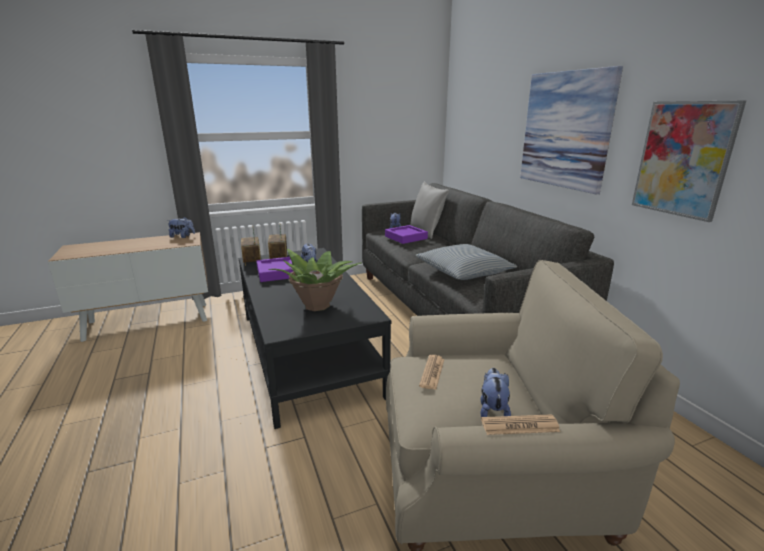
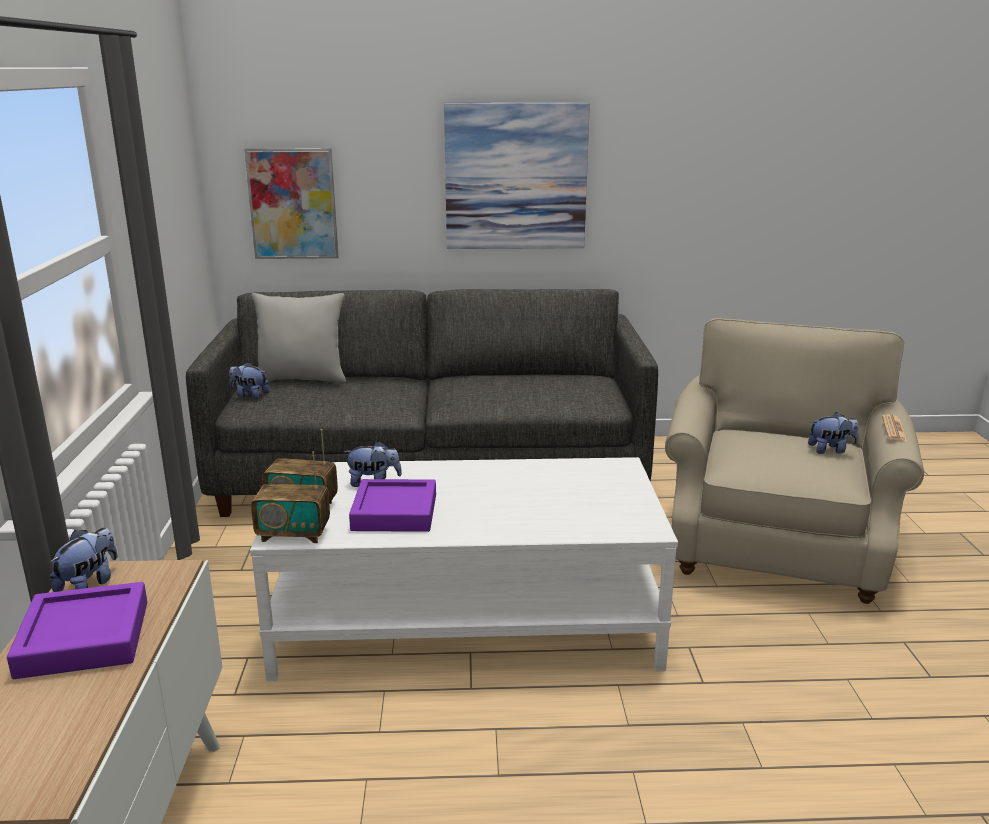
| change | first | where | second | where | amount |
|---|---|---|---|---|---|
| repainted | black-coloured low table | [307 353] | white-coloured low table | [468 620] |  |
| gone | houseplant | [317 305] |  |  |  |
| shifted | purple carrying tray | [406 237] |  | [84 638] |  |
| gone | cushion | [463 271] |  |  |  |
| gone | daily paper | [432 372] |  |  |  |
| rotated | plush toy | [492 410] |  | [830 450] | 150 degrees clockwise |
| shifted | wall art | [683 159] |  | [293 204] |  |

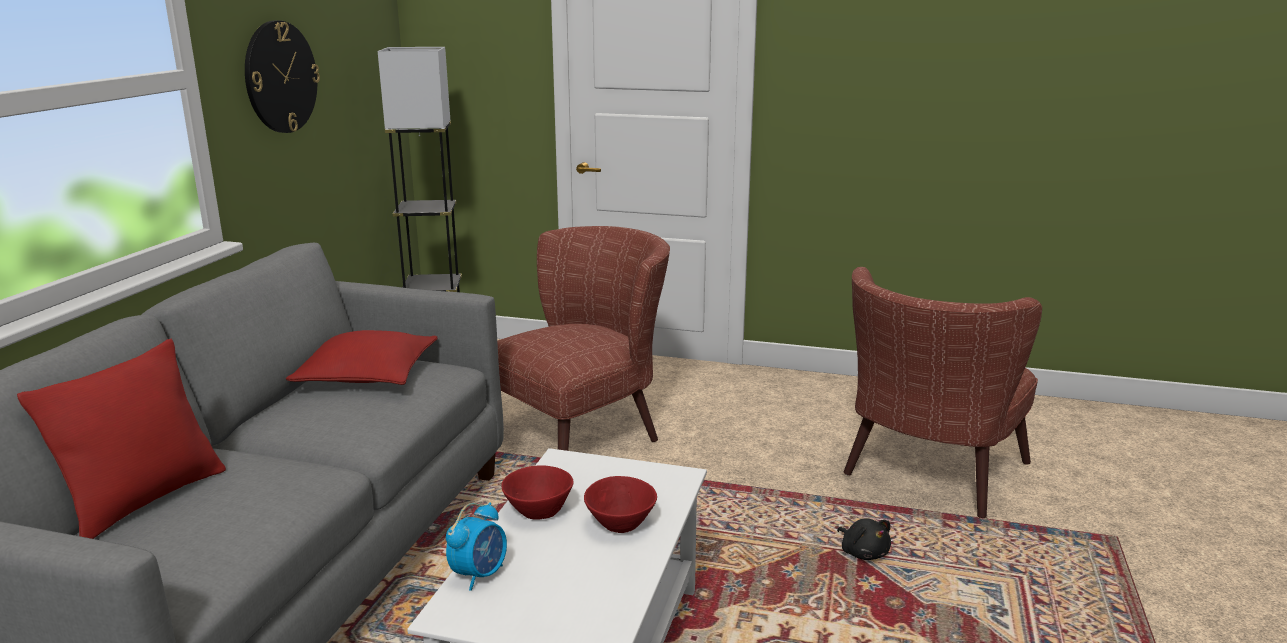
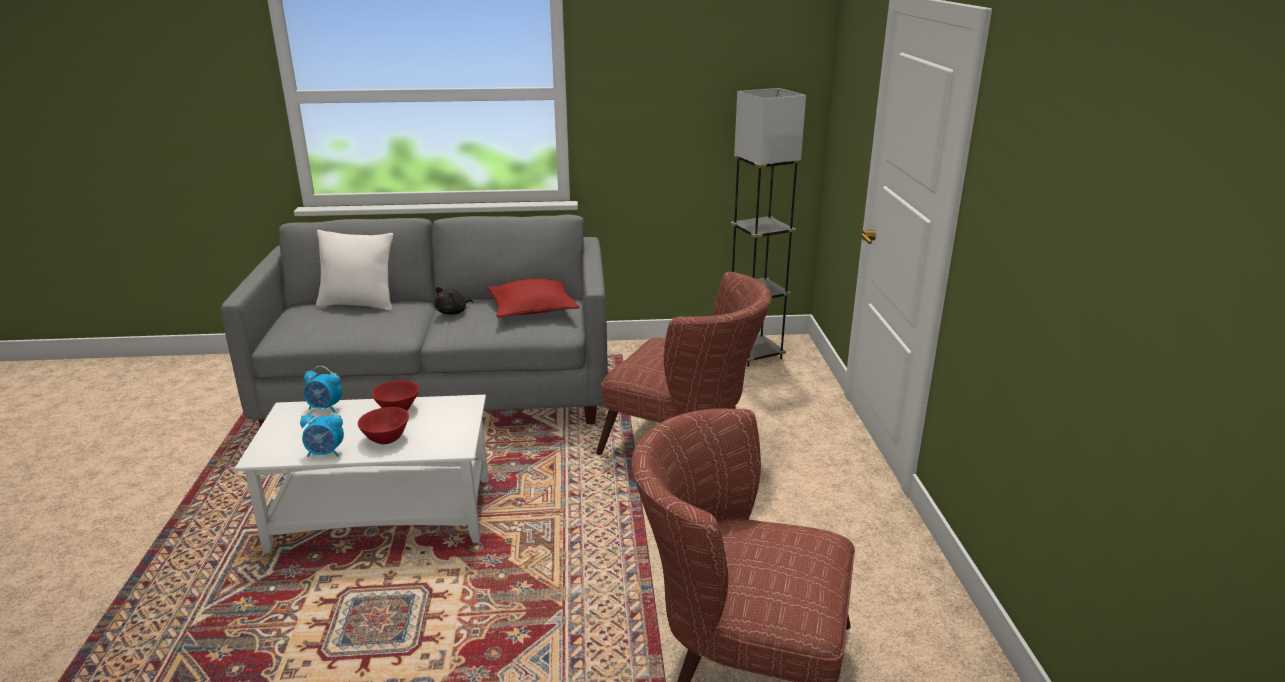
| change | first | where | second | where | amount |
|---|---|---|---|---|---|
| repainted | red cushion | [145 500] | white-coloured cushion | [358 304] |  |
| gone | hanging clock | [280 77] |  |  |  |
| shifted | black-coloured plush toy | [863 552] |  | [453 312] |  |
| new |  |  | alarm clock | [325 453] |  |

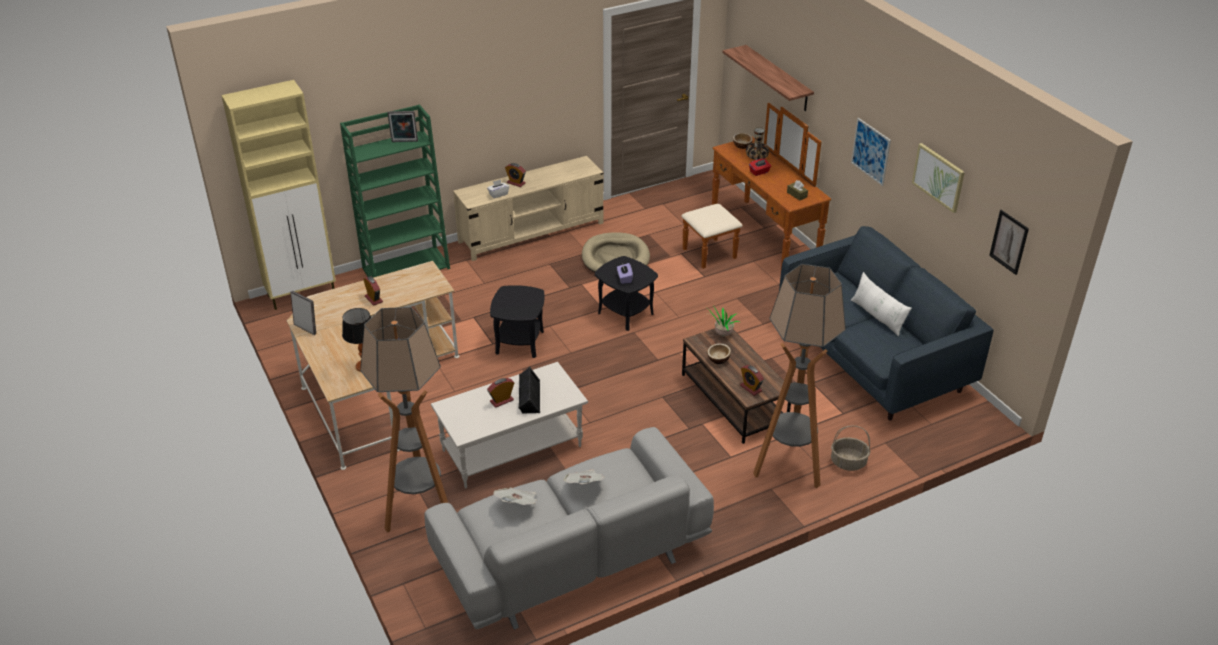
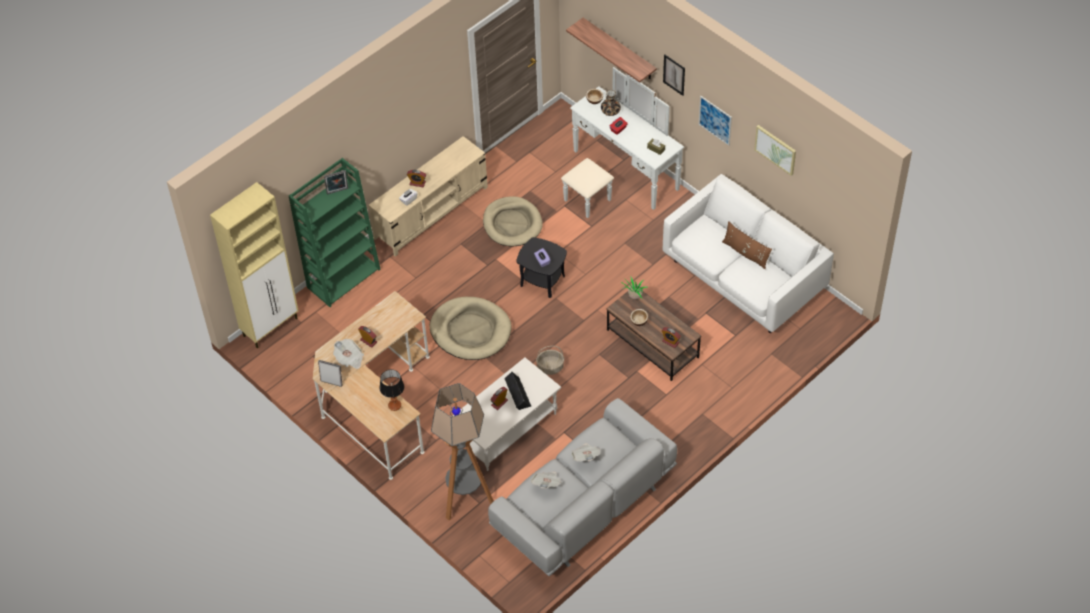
| change | first | where | second | where | amount |
|---|---|---|---|---|---|
| swapped | black-coloured accent table | [519 342] | sand-coloured dog cushion | [470 331] |  |
| repainted | brown-coloured dresser | [751 240] | white-coloured dresser | [617 177] |  |
| gone | standard lamp | [788 468] |  |  |  |
| repainted | blue settee | [871 357] | white-coloured settee | [743 277] |  |
| shifted | storage basket | [848 462] |  | [550 367] |  |
| repainted | white-coloured cushion | [877 316] | brown-coloured cushion | [745 253] |  |
| shifted | wall art | [1009 242] |  | [674 74] |  |
| new |  |  | daily paper | [349 359] |  |

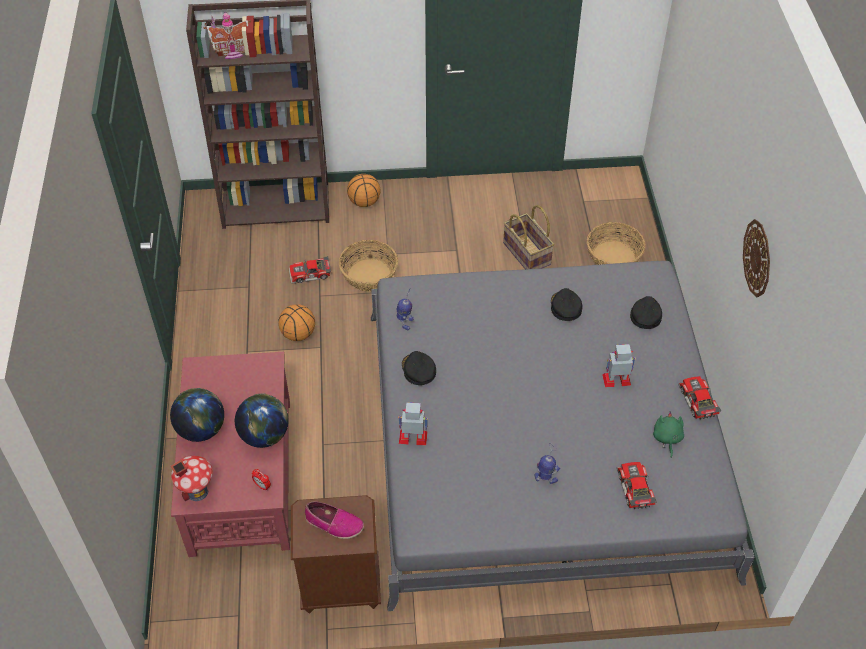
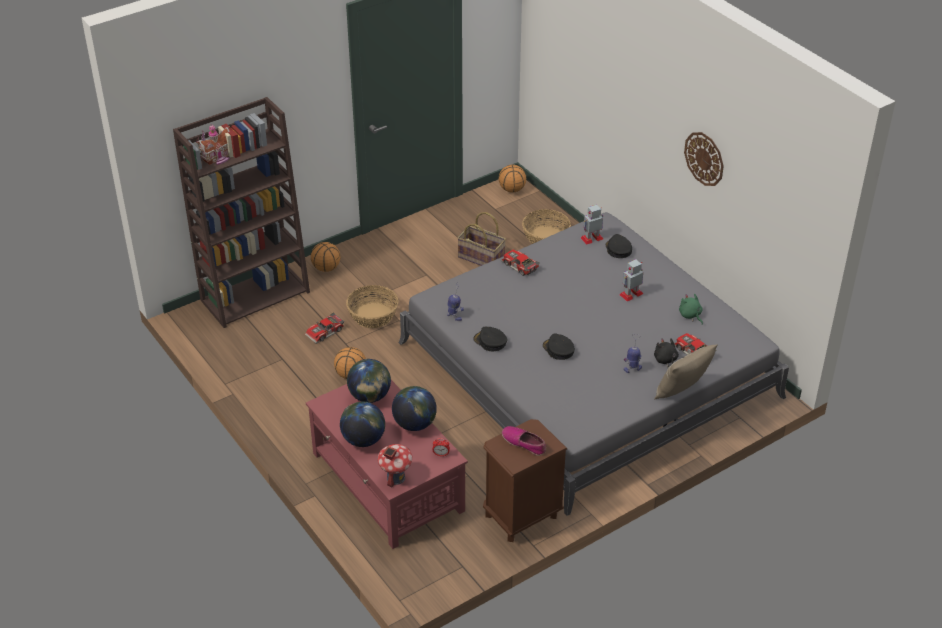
| change | first | where | second | where | amount |
|---|---|---|---|---|---|
| rotated | low shoe | [334 524] |  | [524 443] | 135 degrees counterclockwise |
| shifted | model robot | [413 437] |  | [592 238] |  |
| shifted | black-coloured cap | [565 307] |  | [558 349] |  |
| shifted | toy car | [696 401] |  | [519 266] |  |
| new |  |  | world globe | [369 397] |  |
| new |  |  | basketball ball | [512 189] |  |
| new |  |  | black-coloured plush toy | [666 361] |  |
| new |  |  | sand-coloured cushion | [682 391] |  |

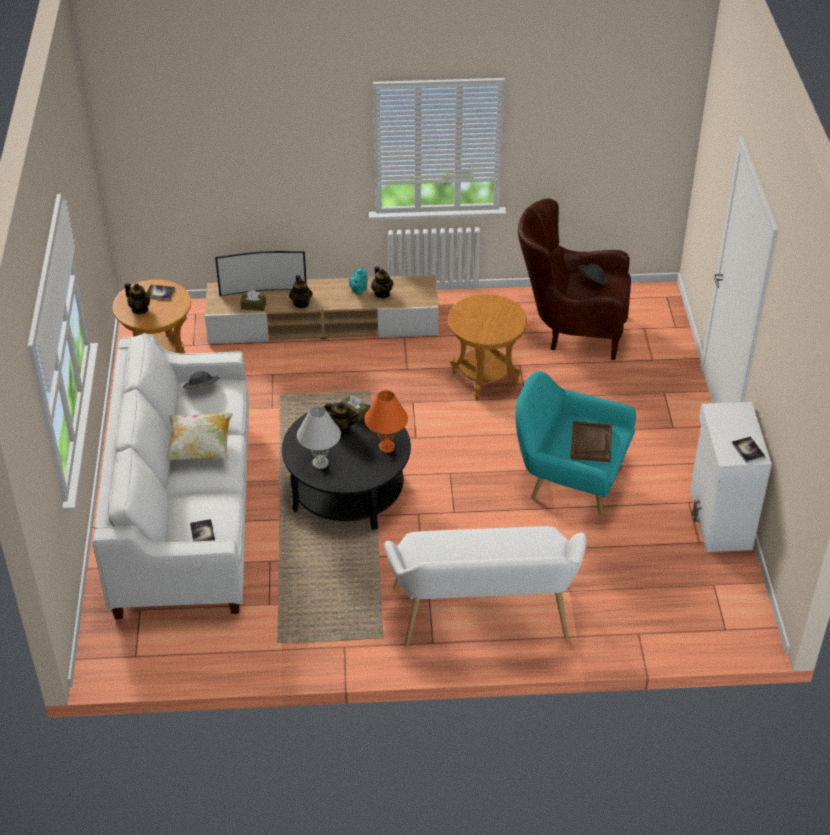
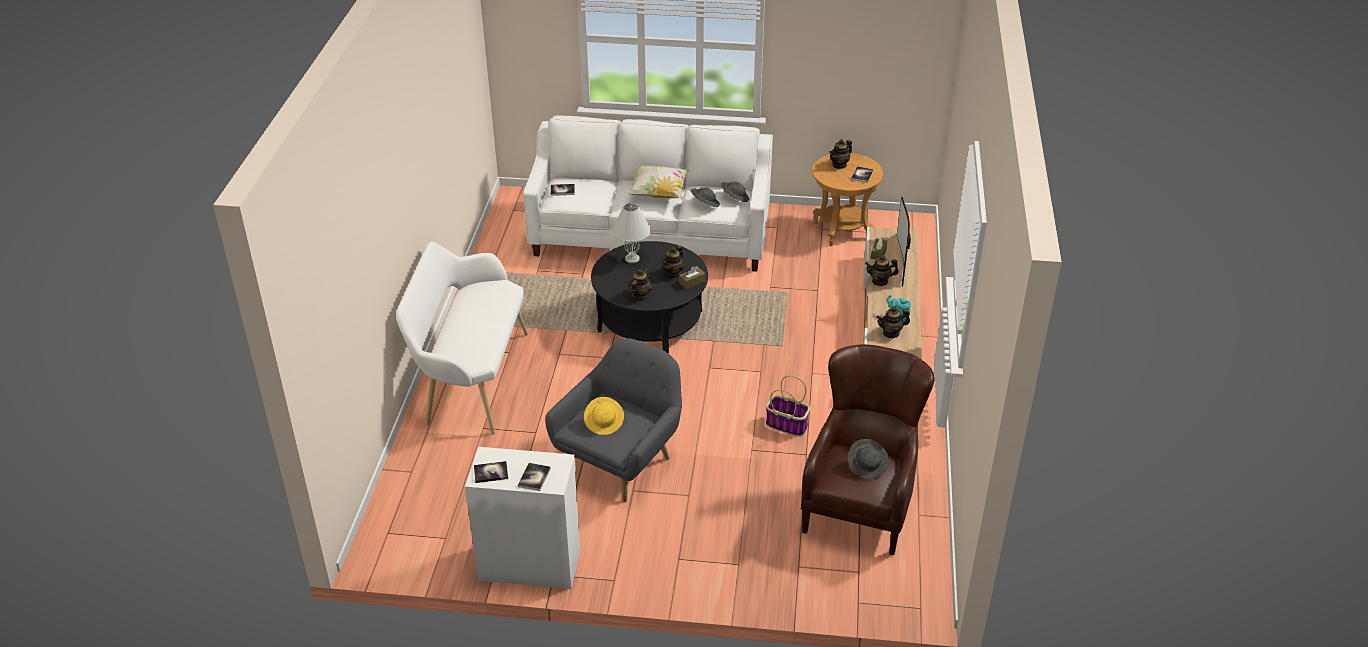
| change | first | where | second | where | amount |
|---|---|---|---|---|---|
| swapped | orangey tabletop lamp | [386 447] | teapot | [640 296] |  |
| swapped | brown-coloured accent table | [485 378] | storage basket | [787 425] |  |
| repainted | blue-green easy chair | [570 480] | gray easy chair | [621 462] |  |
| swapped | brown-coloured carrying tray | [591 443] | yellowish clothing hat | [604 423] |  |
| new |  |  | bound book | [534 477] |  |
| new |  |  | gray clothing hat | [704 204] |  |

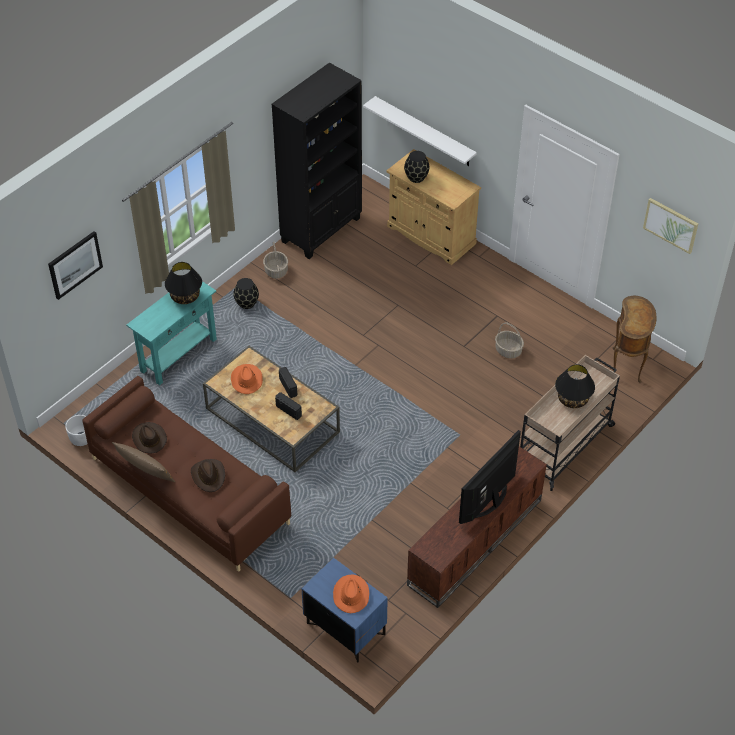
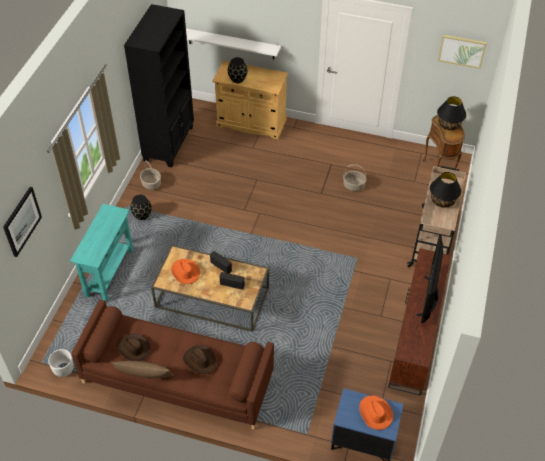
| change | first | where | second | where | amount |
|---|---|---|---|---|---|
| shifted | black-coloured tabletop lamp | [185 296] |  | [449 125] |  |

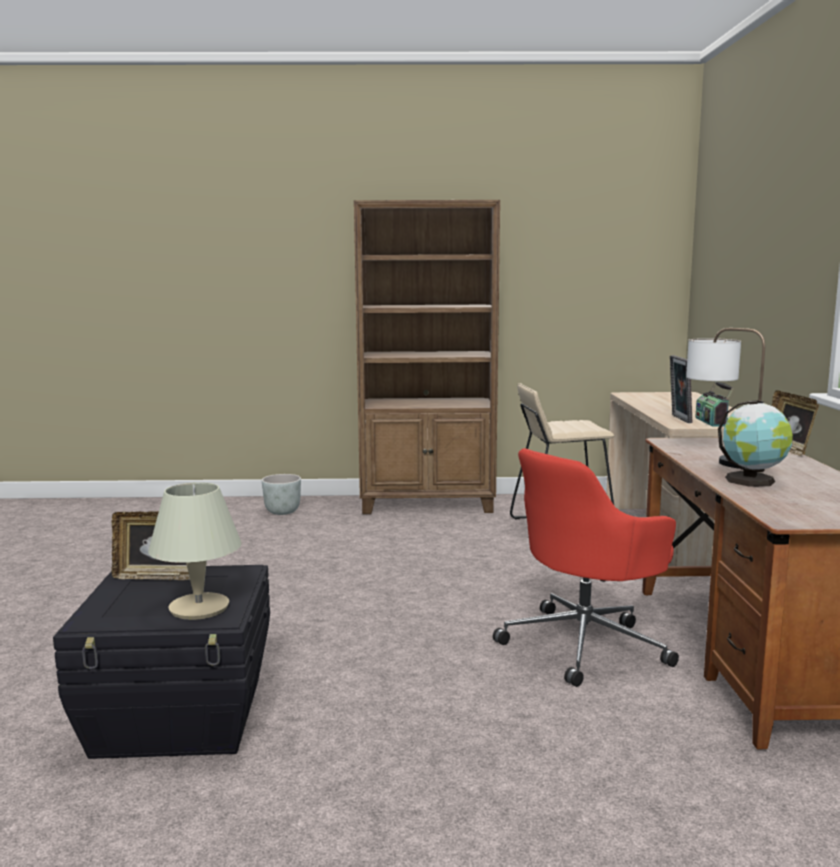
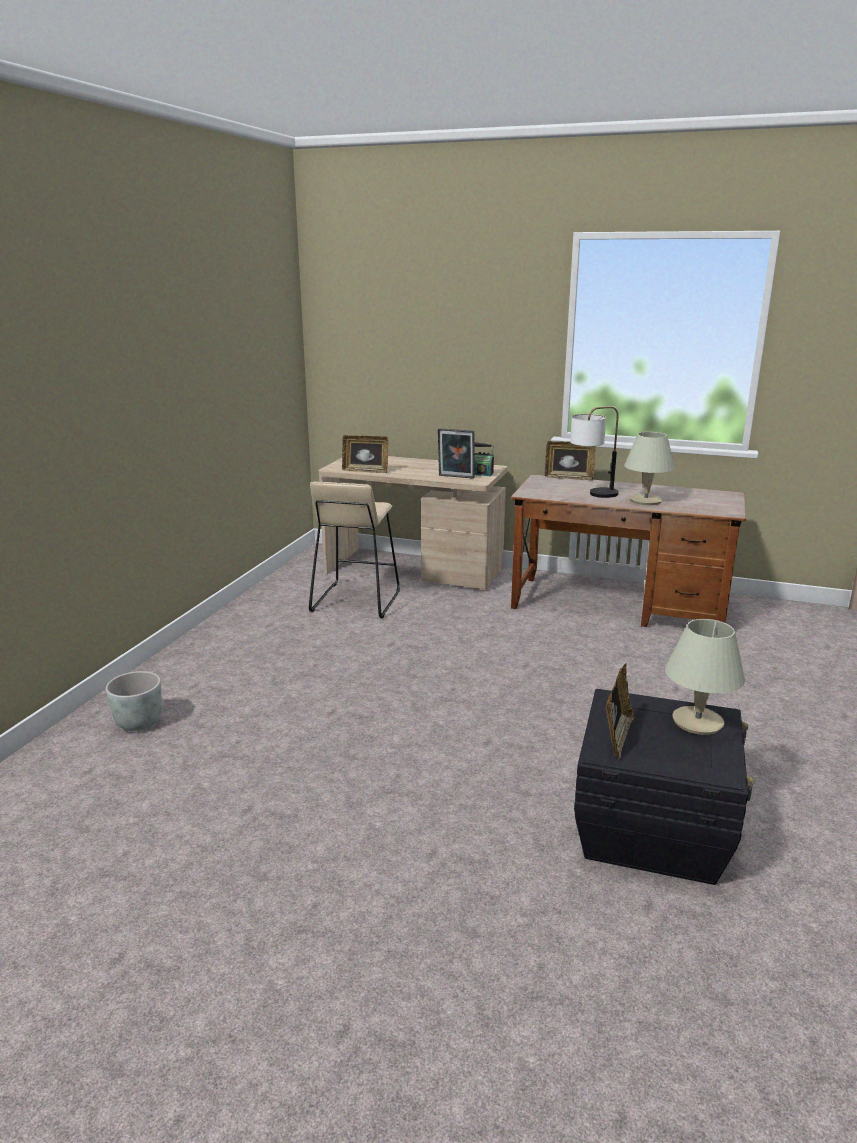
| change | first | where | second | where | amount |
|---|---|---|---|---|---|
| gone | brown-coloured bookcase | [428 505] |  |  |  |
| gone | red office chair | [586 644] |  |  |  |
| swapped | world globe | [753 481] | sand-coloured tabletop lamp | [645 500] |  |
| new |  |  | photo frame | [365 471] |  |

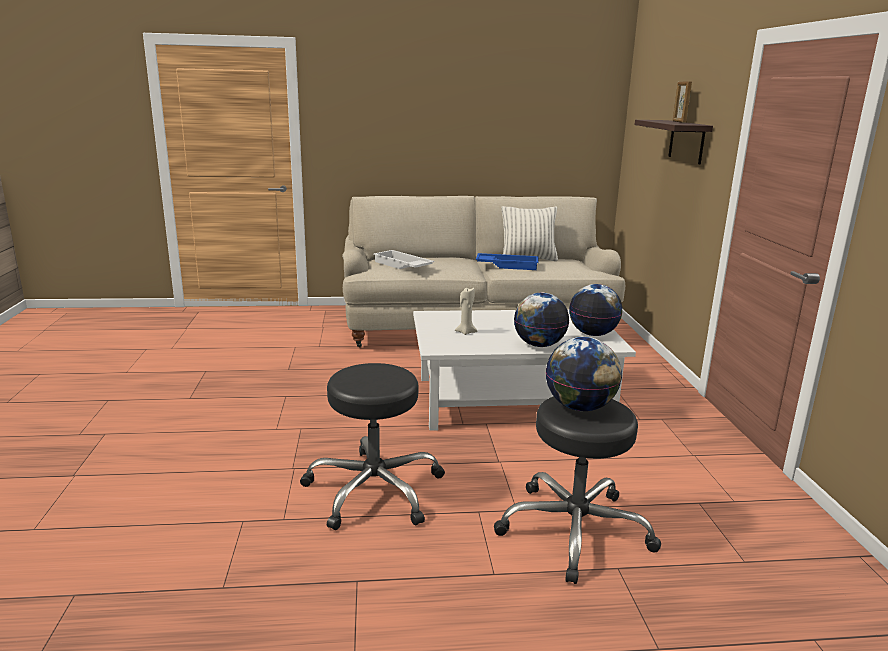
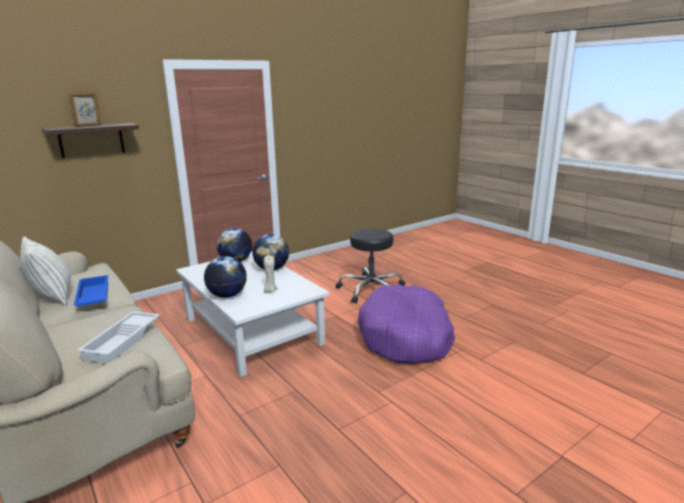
| change | first | where | second | where | amount |
|---|---|---|---|---|---|
| swapped | black-coloured stool seat | [373 490] | purple dog cushion | [406 337] |  |
| shifted | world globe | [580 407] |  | [227 295] |  |

